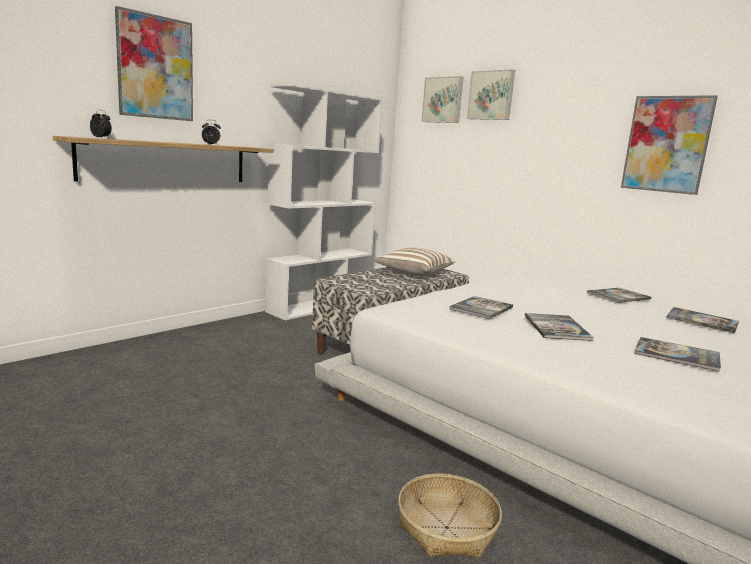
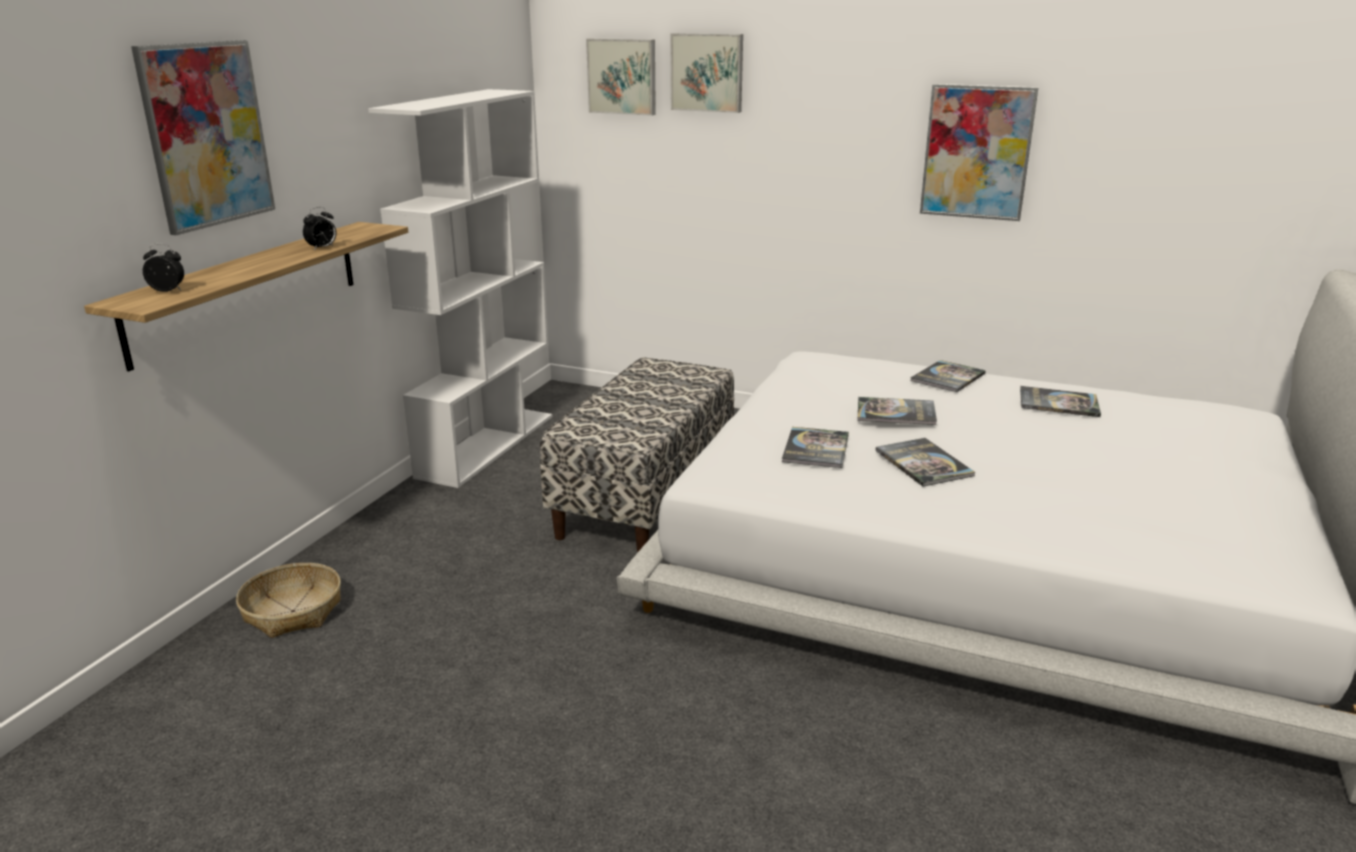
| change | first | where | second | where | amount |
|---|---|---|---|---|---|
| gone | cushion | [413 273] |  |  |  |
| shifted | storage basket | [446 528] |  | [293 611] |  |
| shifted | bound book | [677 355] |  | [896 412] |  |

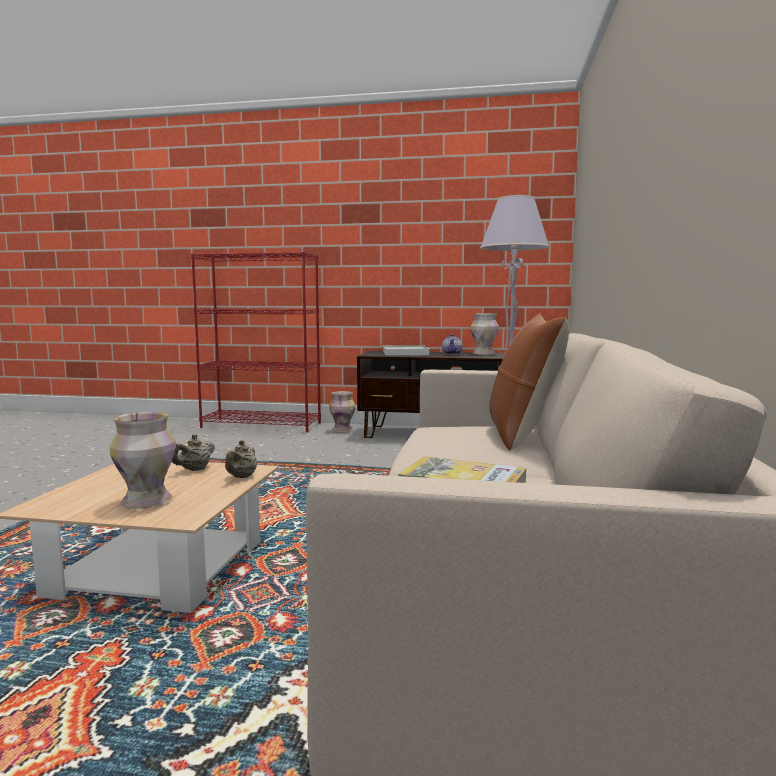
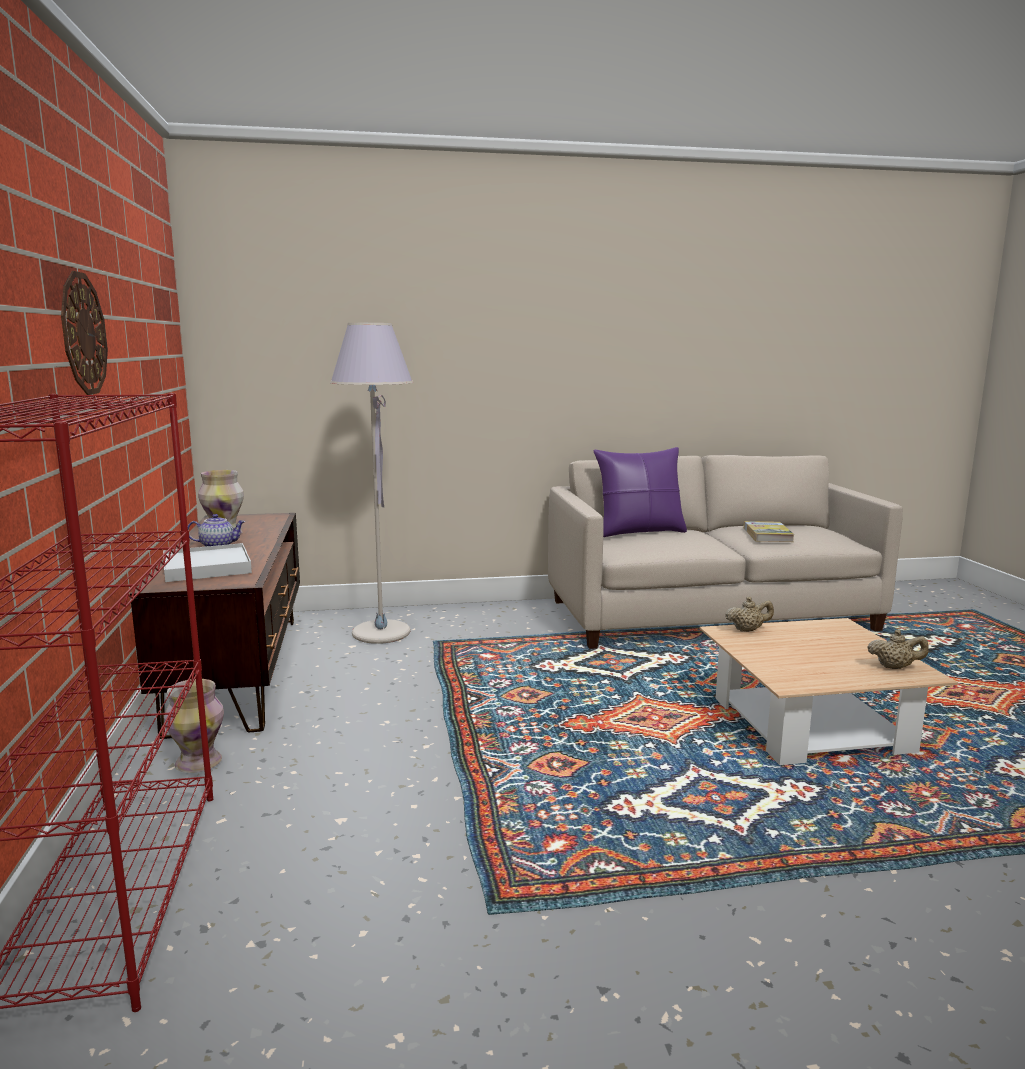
| change | first | where | second | where | amount |
|---|---|---|---|---|---|
| gone | decorative vase | [146 502] |  |  |  |
| shifted | sand-coloured teapot | [194 470] |  | [895 667] |  |
| repainted | brown-coloured cushion | [522 435] | purple cushion | [639 531] |  |
| new |  |  | hanging clock | [83 334] |  |

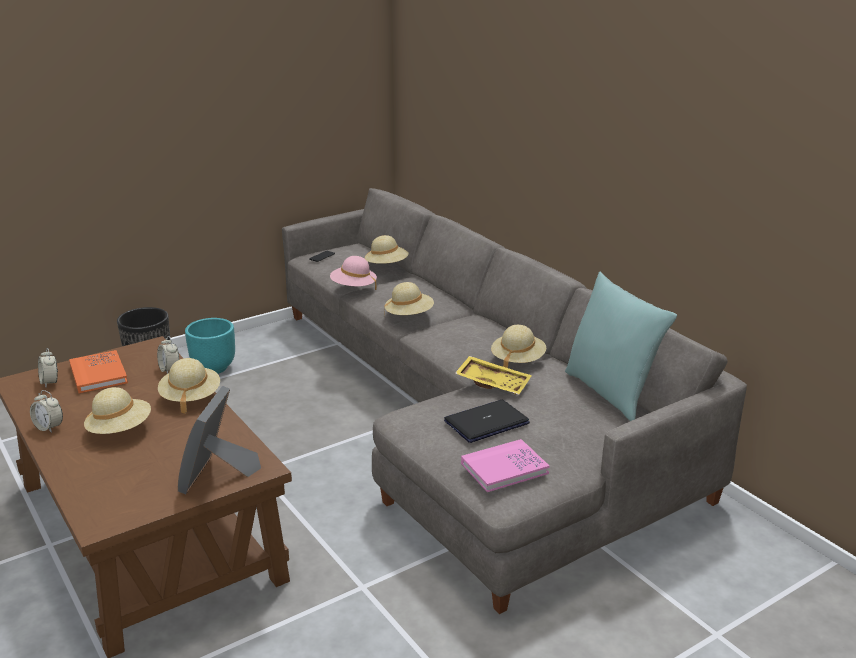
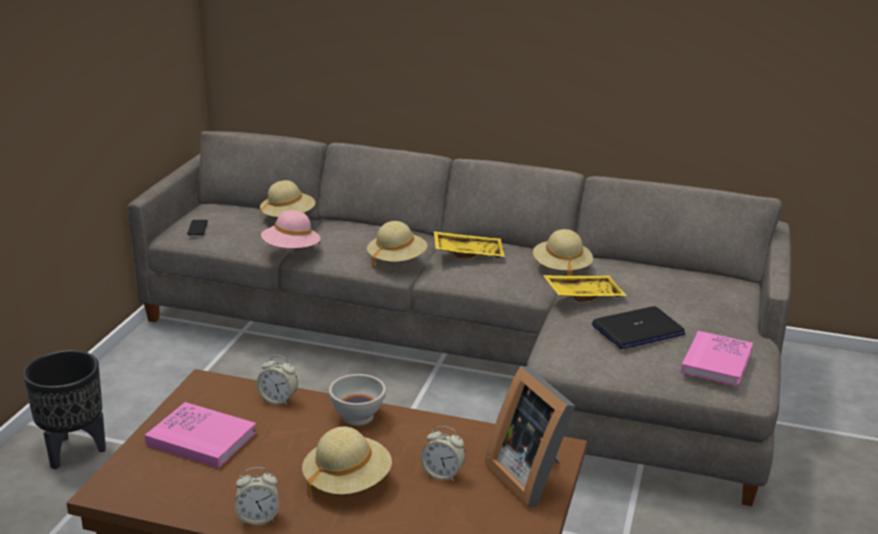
| change | first | where | second | where | amount |
|---|---|---|---|---|---|
| shifted | alarm clock | [50 382] |  | [442 474] |  |
| repainted | orangey bound book | [98 374] | pink bound book | [201 438] |  |
| swapped | sand-coloured clothing hat | [190 397] | white-coloured bowl | [357 417] |  |
| gone | blue-green flower pot | [214 368] |  |  |  |
| rotated | portable computer | [486 422] |  | [637 330] | 135 degrees counterclockwise |
| gone | blue-green cushion | [611 393] |  |  |  |
| new |  |  | yellowish carrying tray | [468 252] |  |

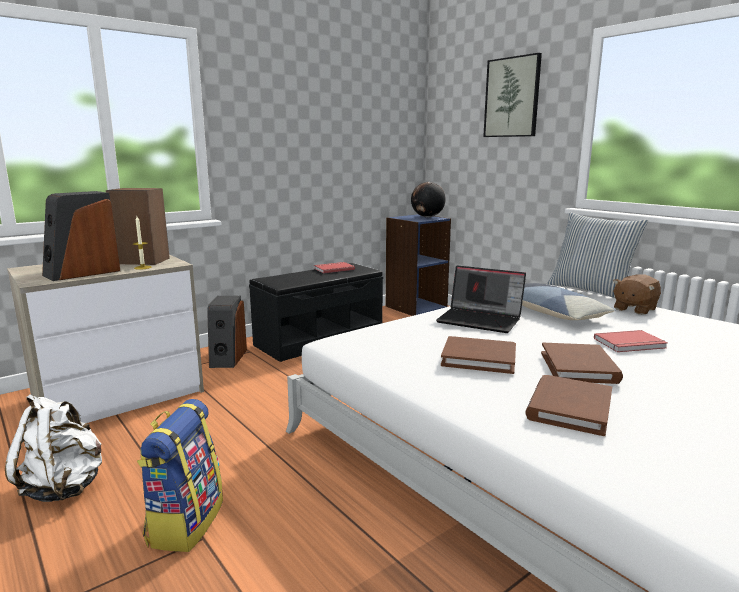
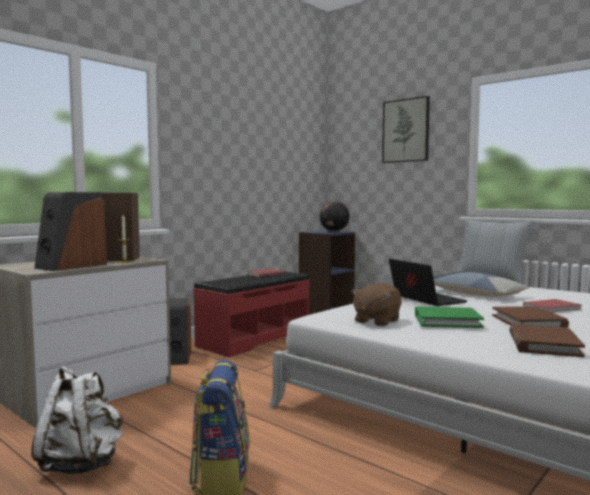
| change | first | where | second | where | amount |
|---|---|---|---|---|---|
| repainted | black-coloured long seat | [319 339] | red long seat | [254 339] |  |
| rotated | portable computer | [481 320] |  | [425 299] | 135 degrees counterclockwise |
| repainted | brown-coloured bound book | [479 358] | green-coloured bound book | [447 321] |  |
| shifted | brown-coloured plush toy | [634 309] |  | [376 321] |  |

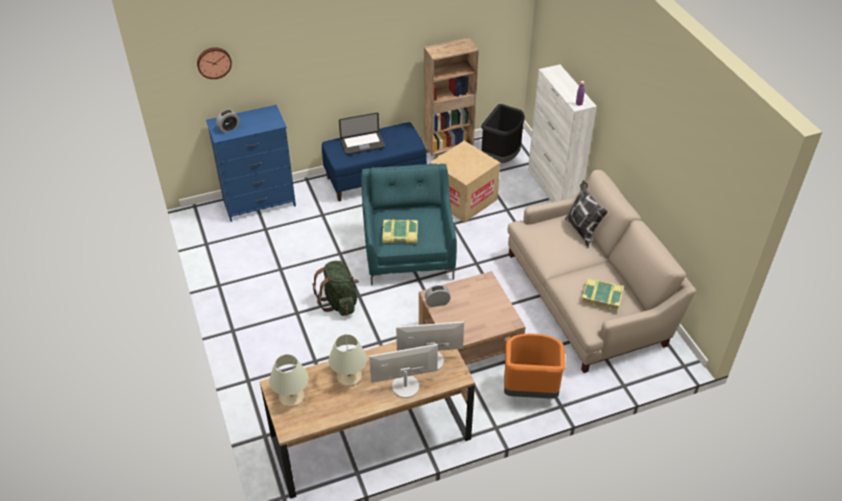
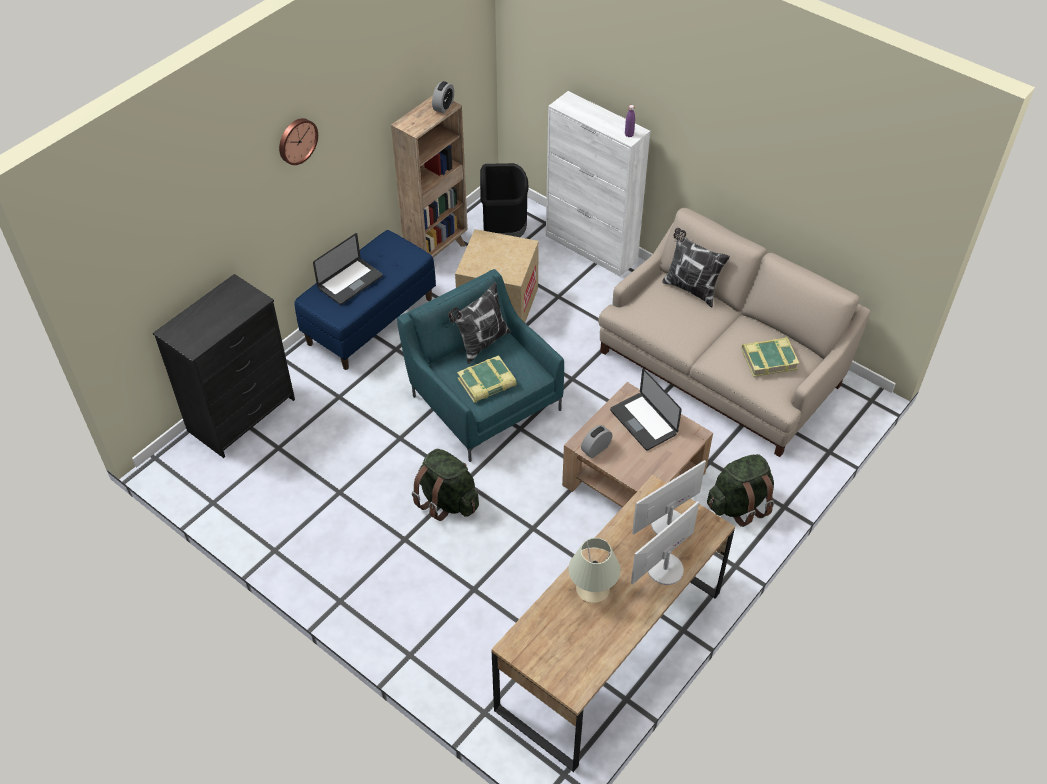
| change | first | where | second | where | amount |
|---|---|---|---|---|---|
| shifted | hanging clock | [214 62] |  | [296 140] |  |
| repainted | blue dresser | [259 202] | black-coloured dresser | [242 415] |  |
| shifted | alarm clock | [229 128] |  | [443 107] |  |
| gone | sand-coloured tabletop lamp | [291 396] |  |  |  |
| swapped | orangey waste bin | [529 390] | green-coloured knapsack | [739 505] |  |
| new |  |  | cushion | [481 343] |  |
| new |  |  | portable computer | [643 422] |  |

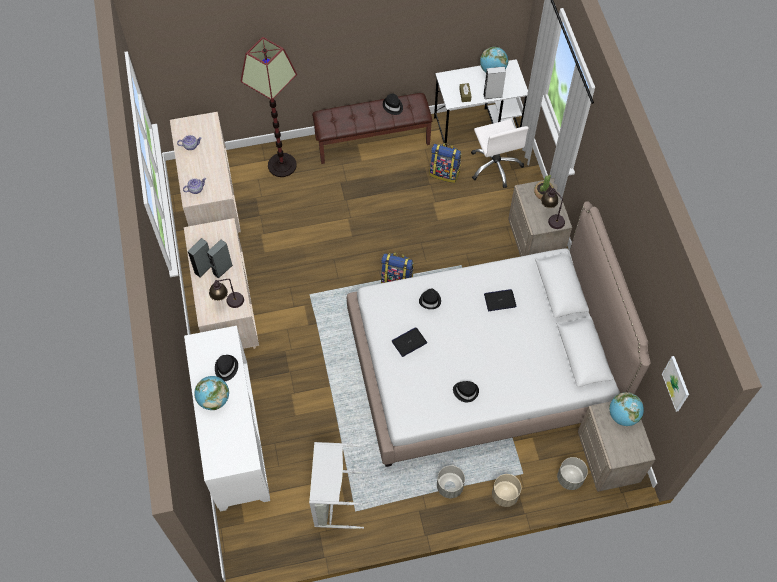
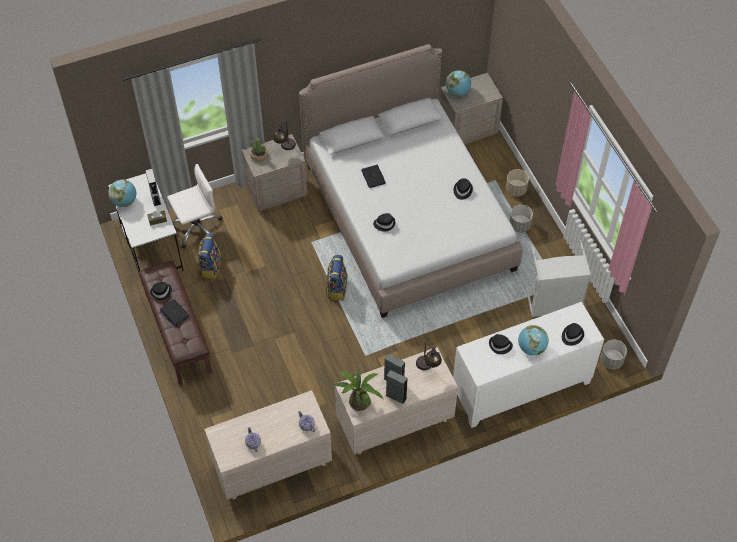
| change | first | where | second | where | amount |
|---|---|---|---|---|---|
| gone | standard lamp | [282 165] |  |  |  |
| shifted | portable computer | [409 342] |  | [174 313] |  |
| shifted | gray flower pot | [570 478] |  | [611 361] |  |
| gone | wall art | [676 383] |  |  |  |
| new |  |  | houseplant | [358 400] |  |
| new |  |  | black-coloured clothing hat | [572 335] |  |

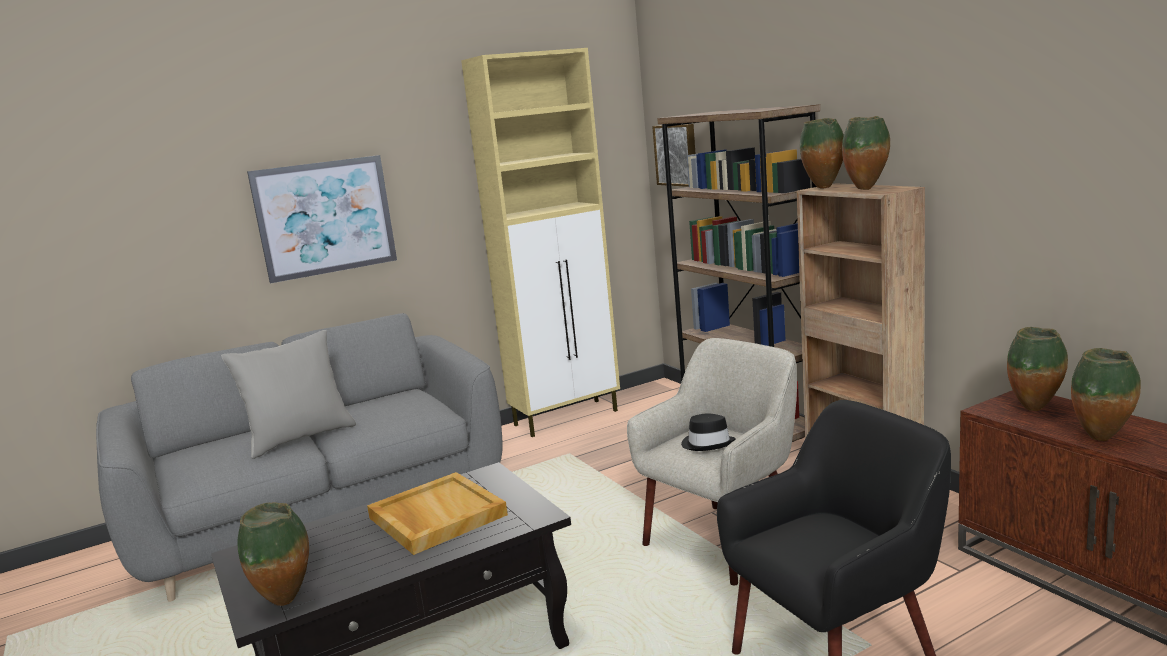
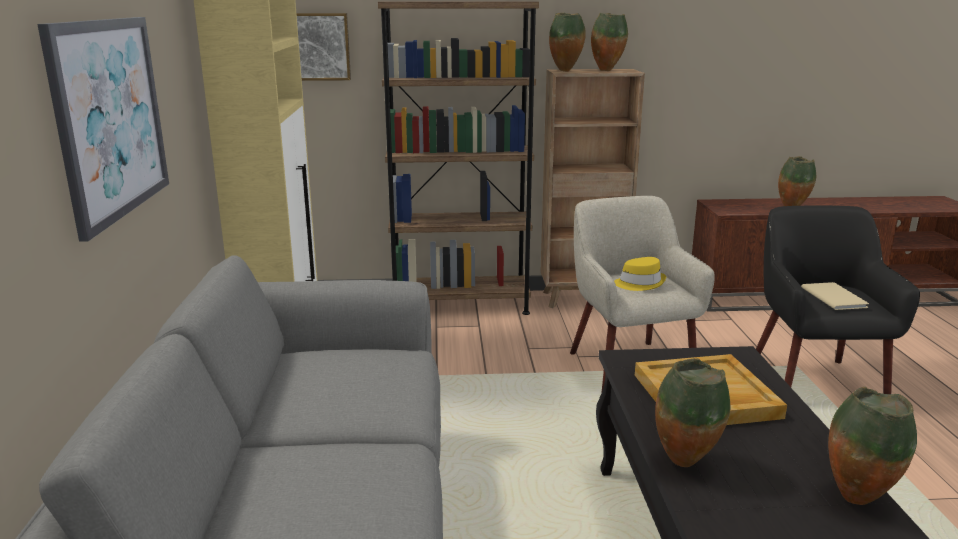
| change | first | where | second | where | amount |
|---|---|---|---|---|---|
| gone | gray cushion | [300 438] |  |  |  |
| repainted | black-coloured clothing hat | [707 443] | yellowish clothing hat | [639 283] |  |
| shifted | decorative vase | [1035 410] |  | [686 463] |  |
| new |  |  | sand-coloured bound book | [834 297] |  |

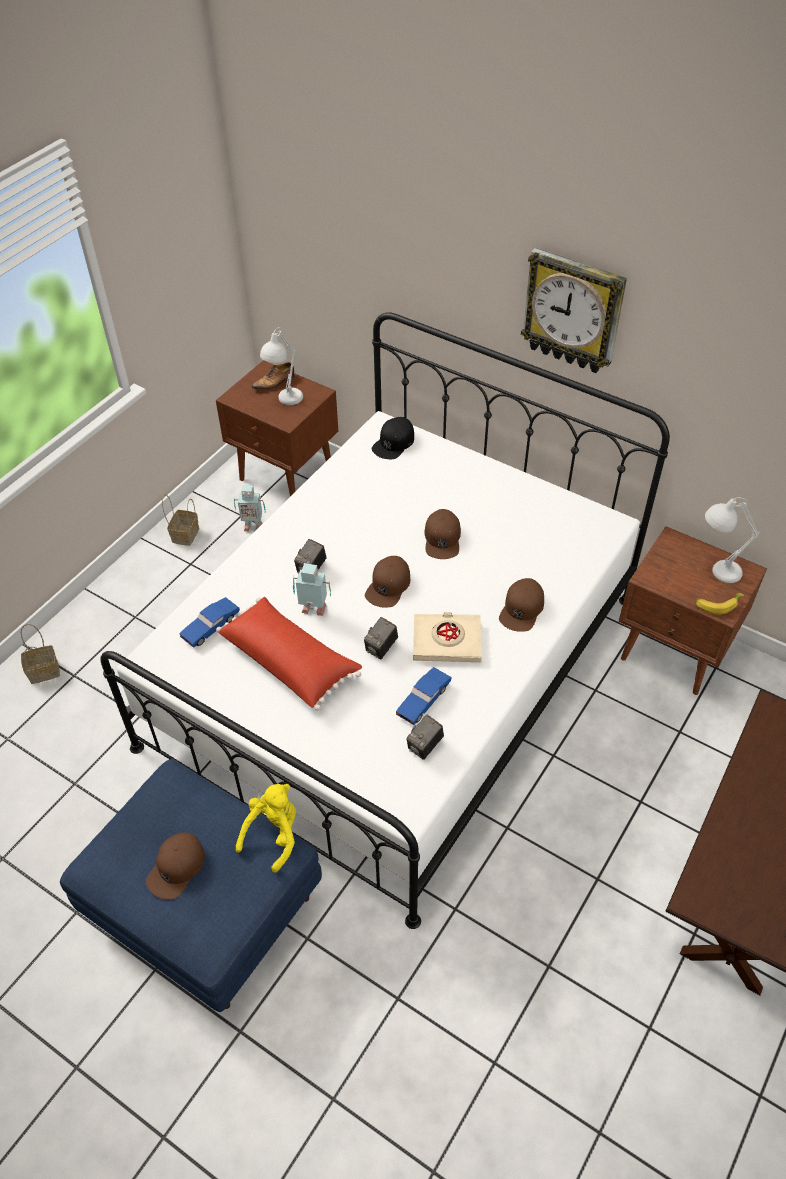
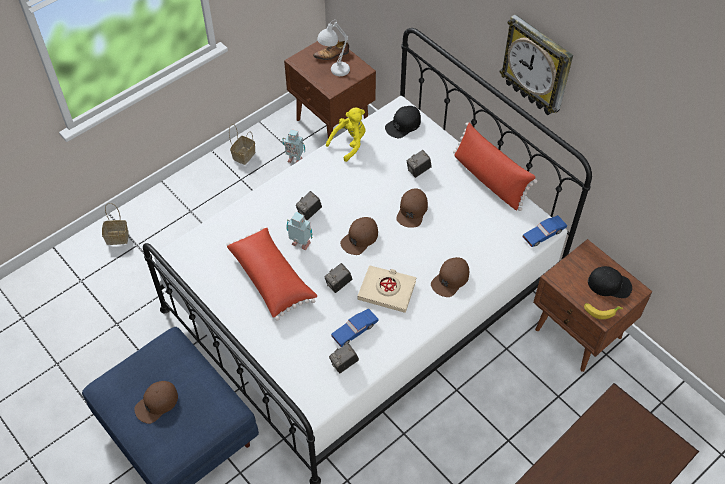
| change | first | where | second | where | amount |
|---|---|---|---|---|---|
| shifted | blue toy car | [211 627] |  | [543 234] |  |
| shifted | yellowish plush toy | [274 834] |  | [349 143] |  |
| swapped | white-coloured tabletop lamp | [714 572] | black-coloured cap | [609 284] |  |
| new |  |  | still camera | [418 171] |  |
| new |  |  | red cushion | [489 179] |  |

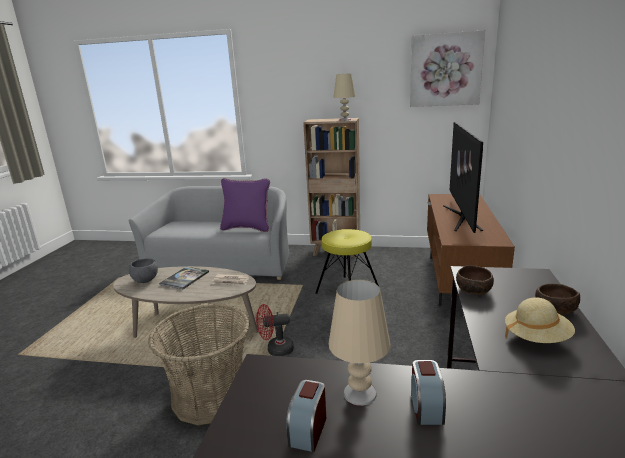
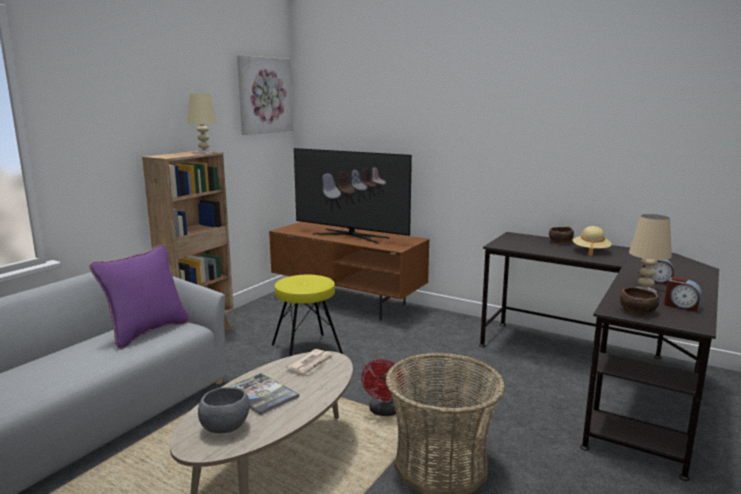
| change | first | where | second | where | amount |
|---|---|---|---|---|---|
| shifted | brown-coloured bowl | [474 290] |  | [638 310] |  |

